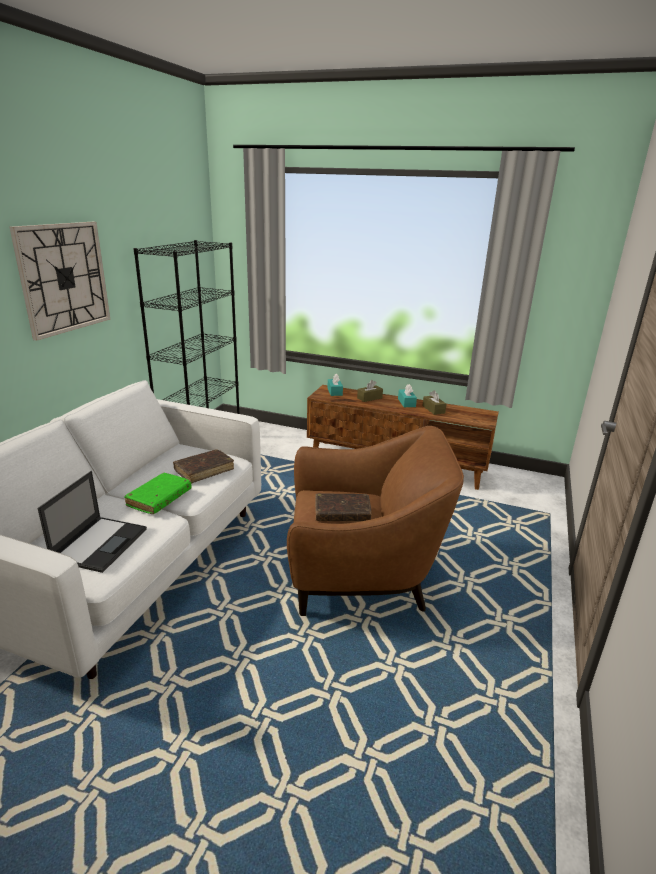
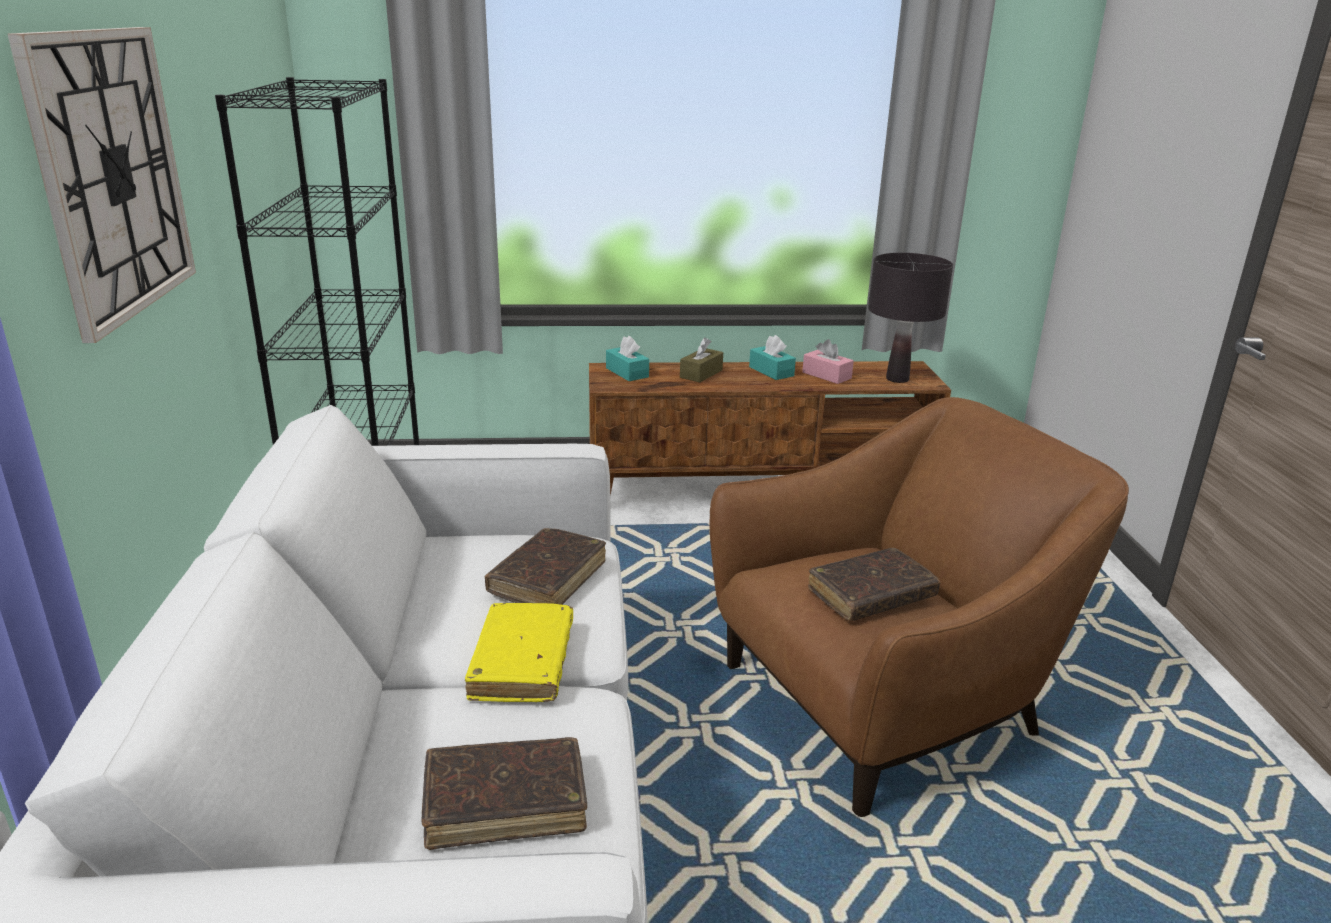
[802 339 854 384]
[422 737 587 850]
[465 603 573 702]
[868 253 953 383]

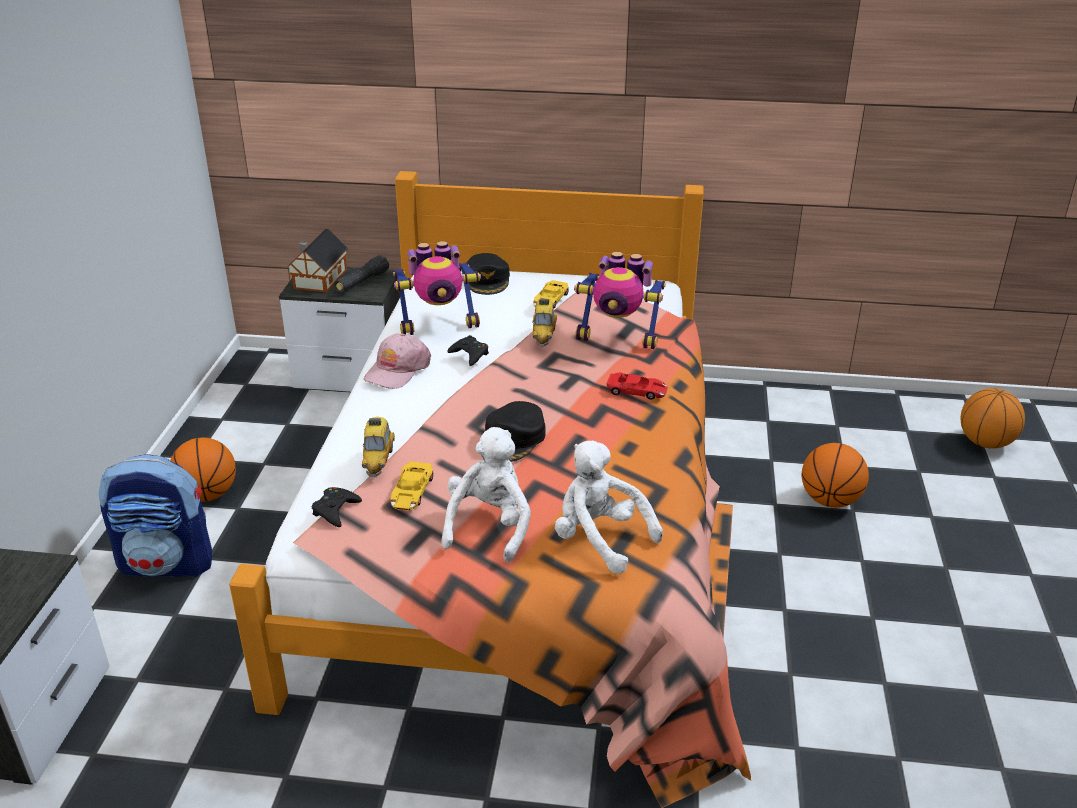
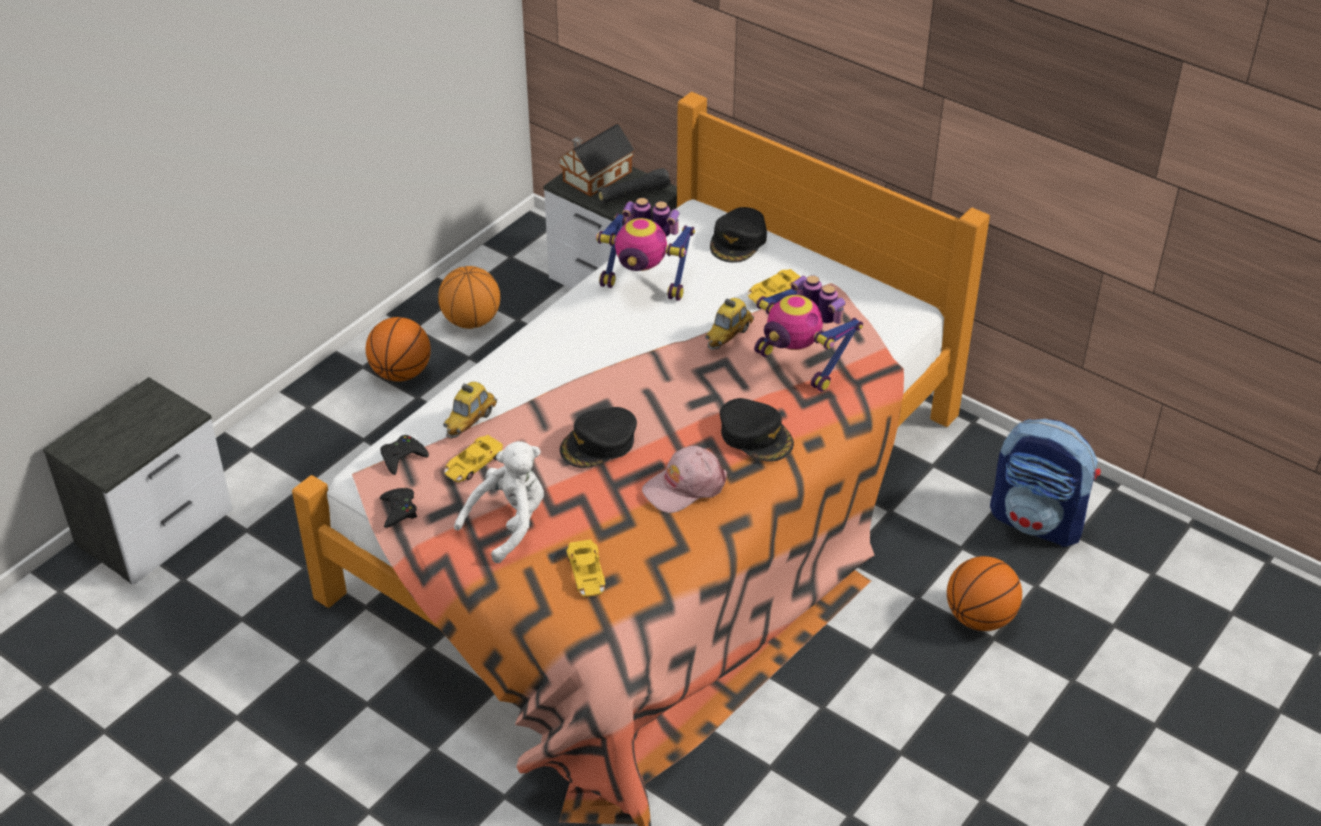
[642 446 727 513]
[380 488 417 528]
[720 398 794 462]
[438 266 500 329]
[566 539 605 597]
[990 419 1100 547]

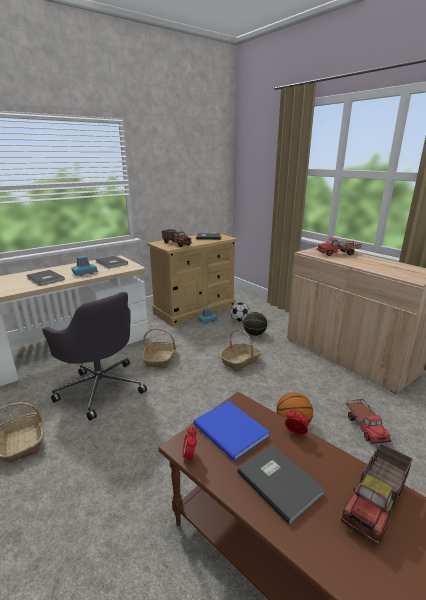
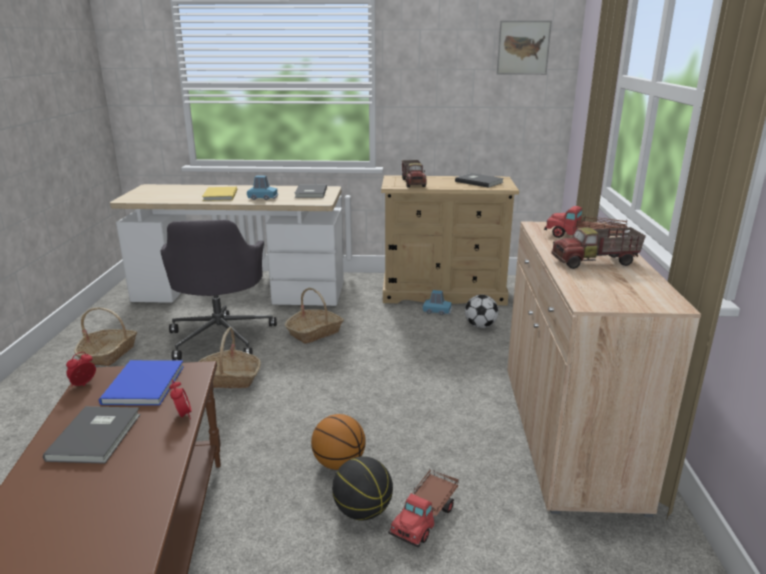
[202 187 237 201]
[332 456 393 520]
[198 327 261 388]
[551 227 646 269]
[496 20 552 75]

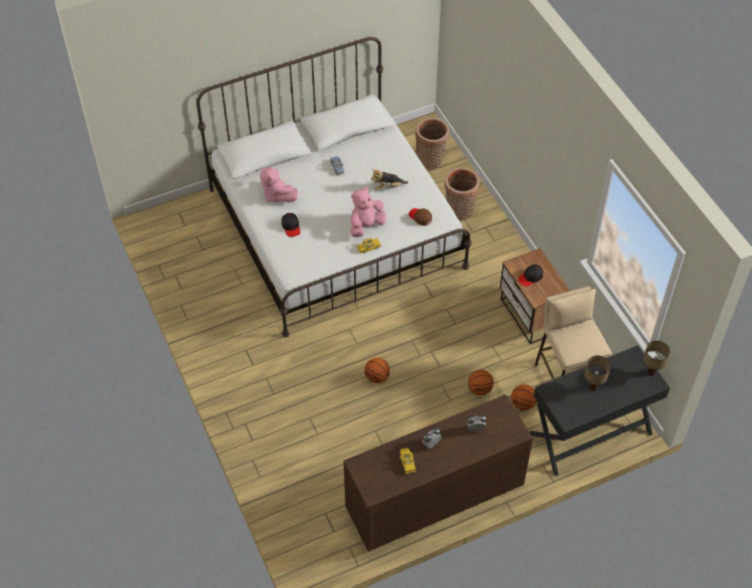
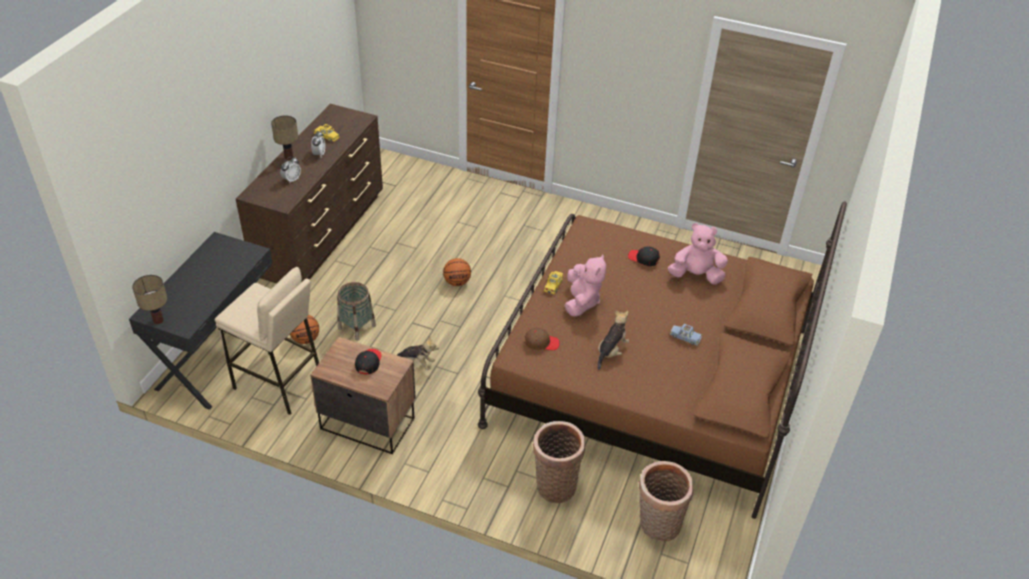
[478 201 847 519]
[271 115 298 160]
[337 282 376 341]
[397 337 439 370]

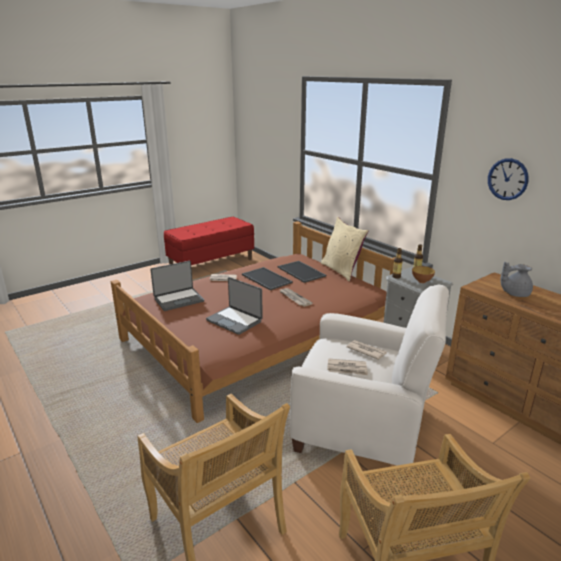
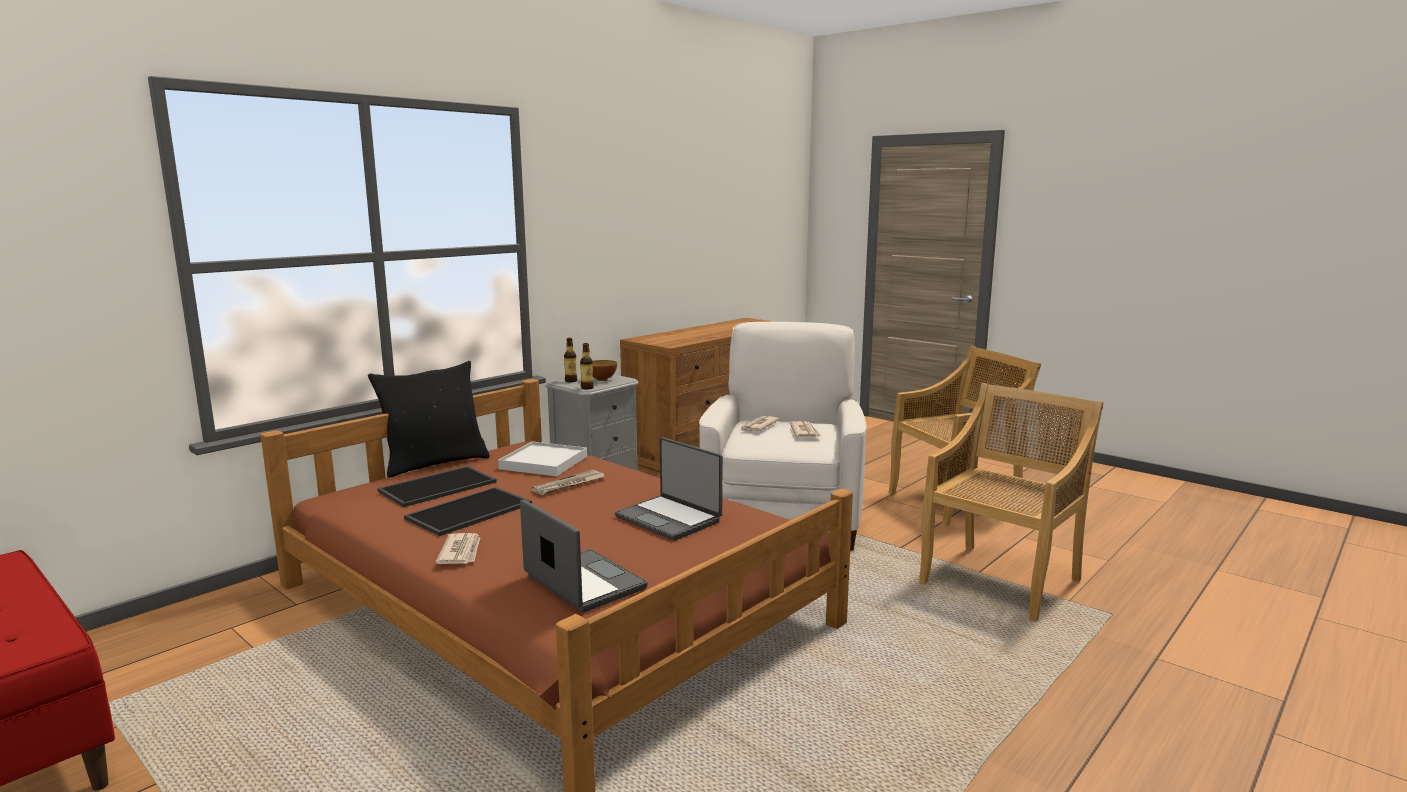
[488 158 529 200] (first image)
[368 361 490 478]
[500 262 533 297] (first image)
[615 437 723 541]
[498 441 587 476]

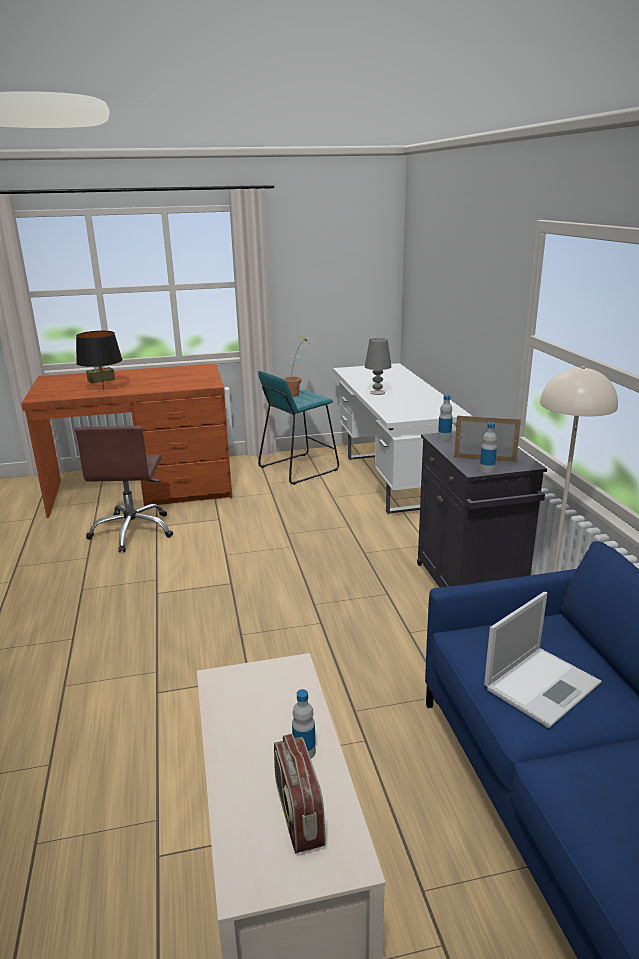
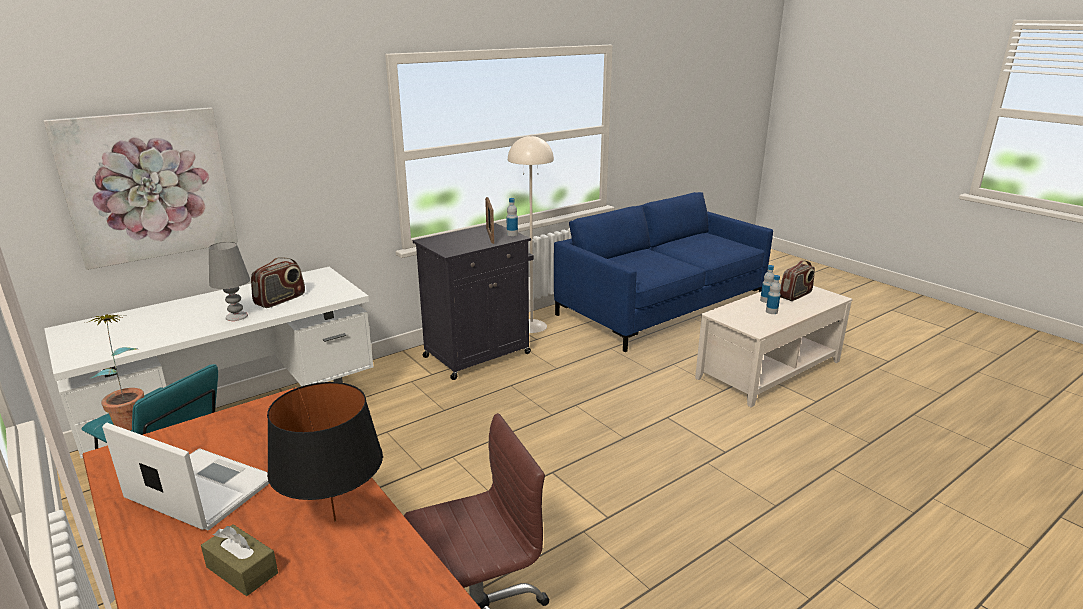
[766 275 781 314]
[102 423 269 531]
[43 107 238 270]
[251 258 305 308]

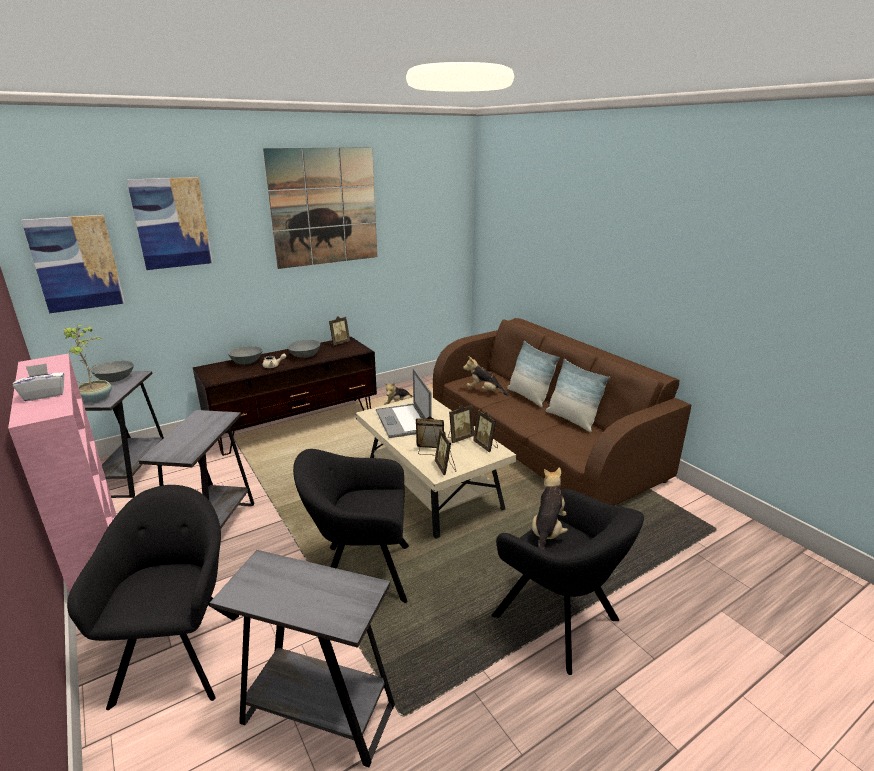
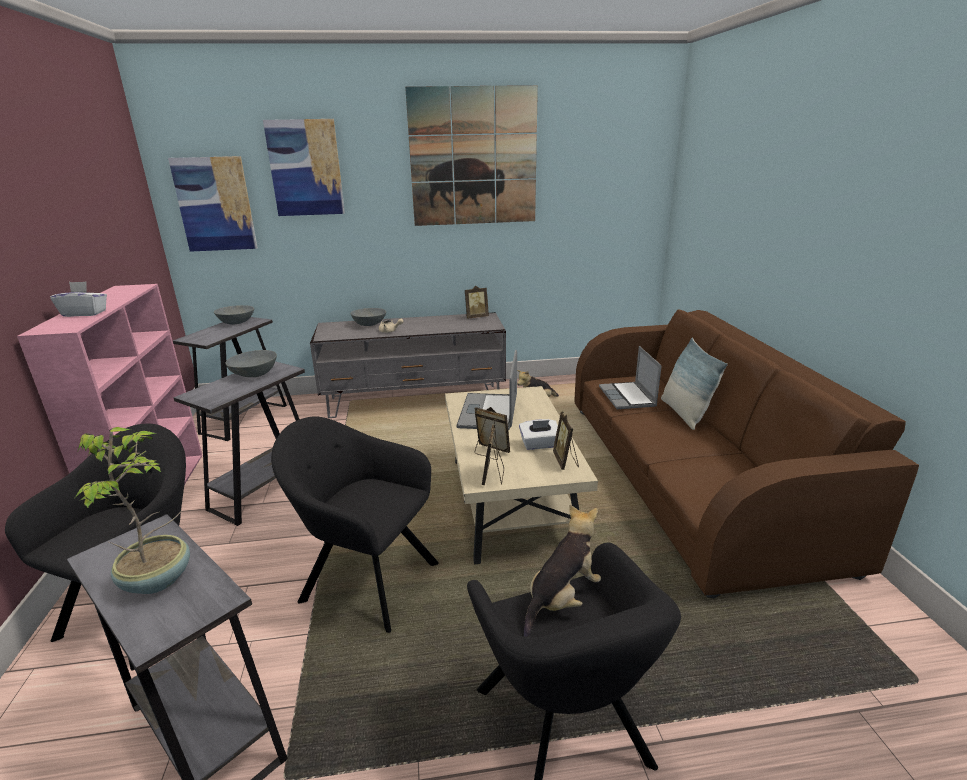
[73 427 190 594]
[310 312 506 418]
[225 350 277 377]
[599 346 662 409]
[546 359 610 432] (first image)
[519 419 558 450]

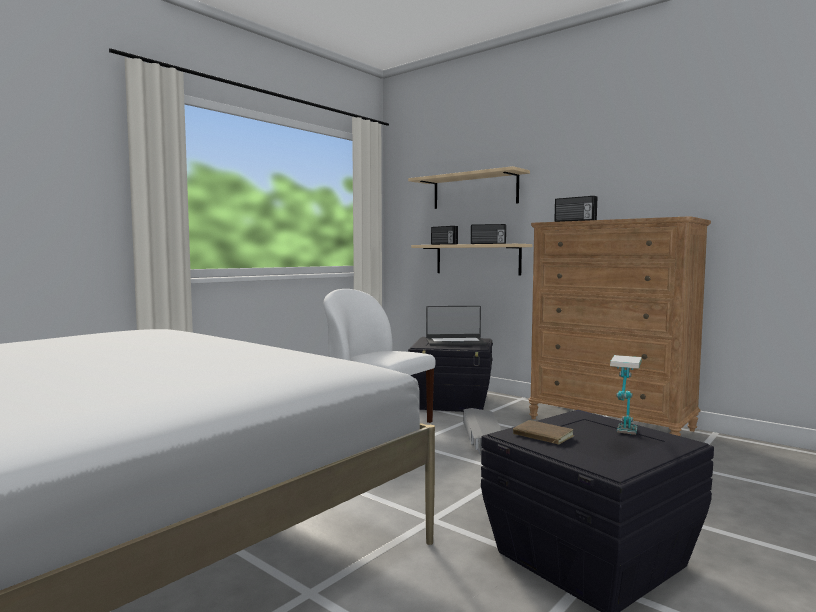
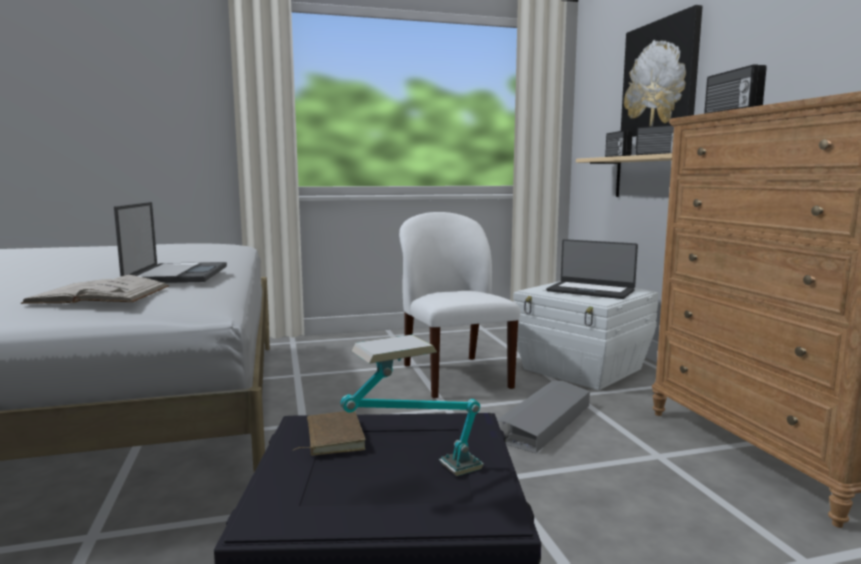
[621 5 702 137]
[513 281 659 390]
[114 202 227 283]
[21 275 169 304]

